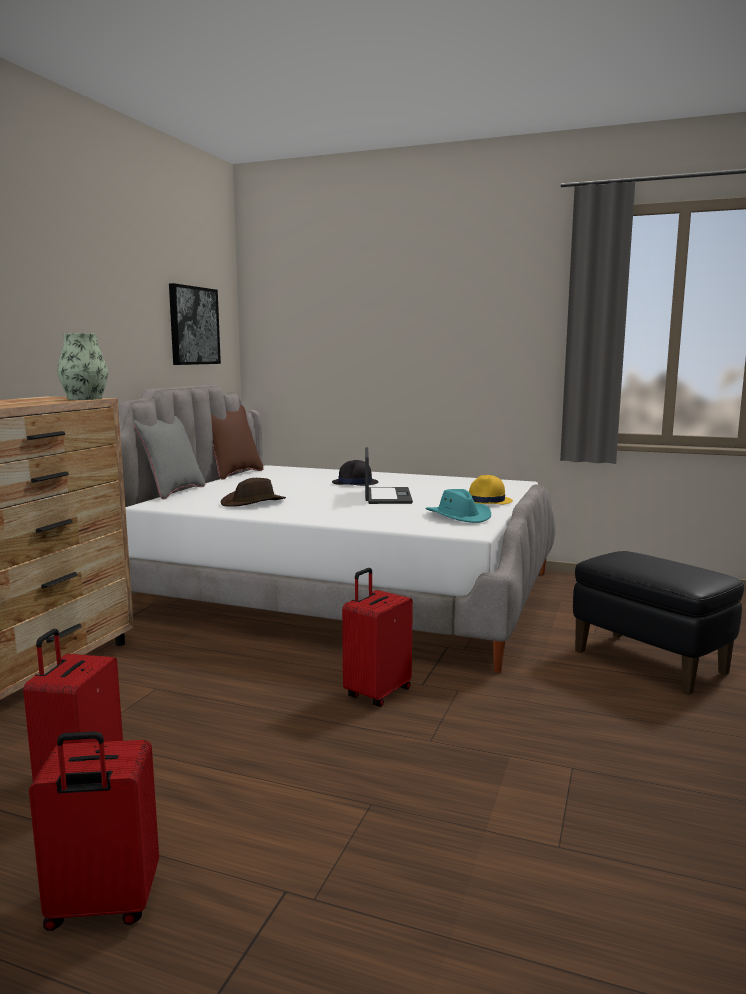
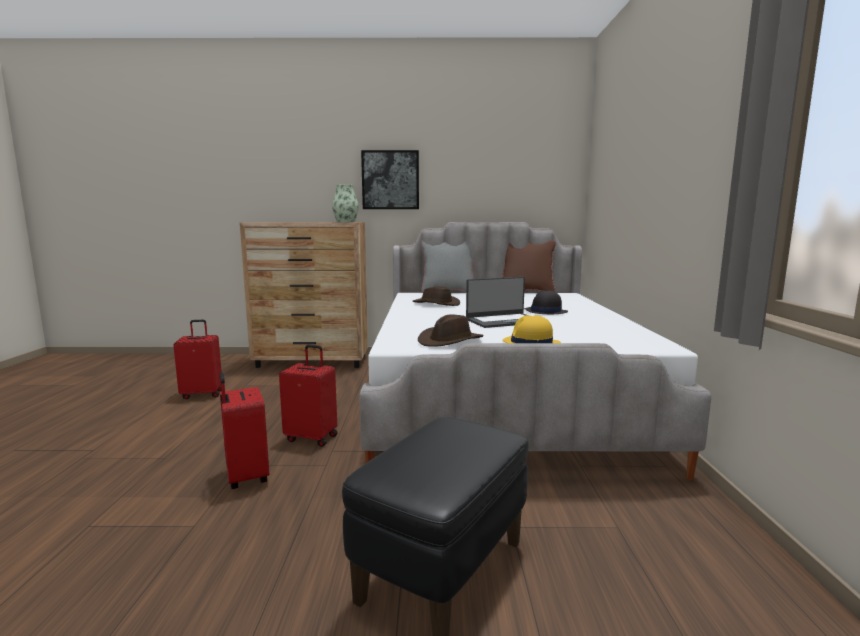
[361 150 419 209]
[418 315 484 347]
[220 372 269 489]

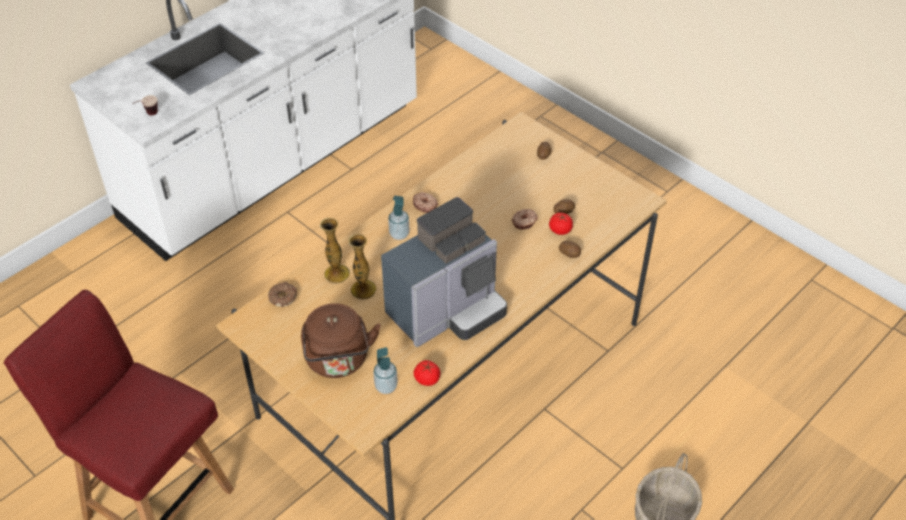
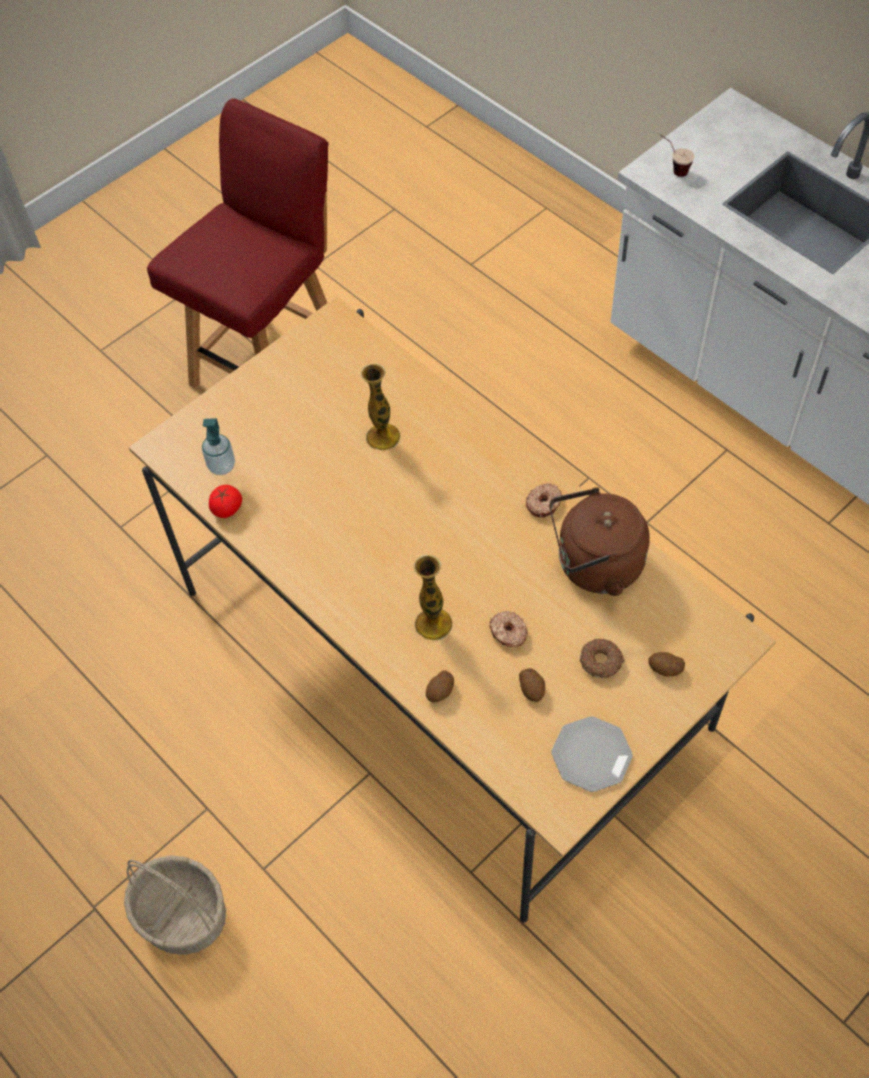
[388 196 409 240] (first image)
[381 197 507 347] (first image)
[549 212 573 235] (first image)
[414 555 452 640]
[580 639 625 678]
[549 487 650 596]
[552 716 633 792]

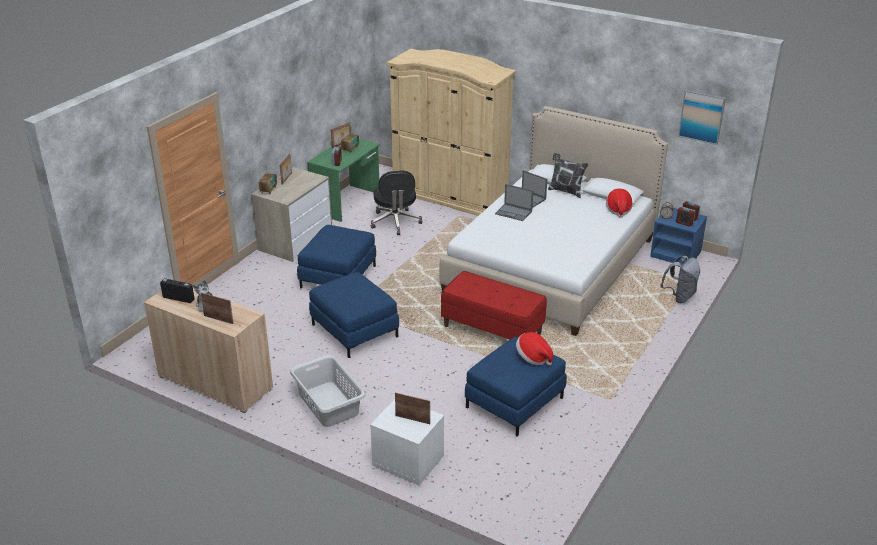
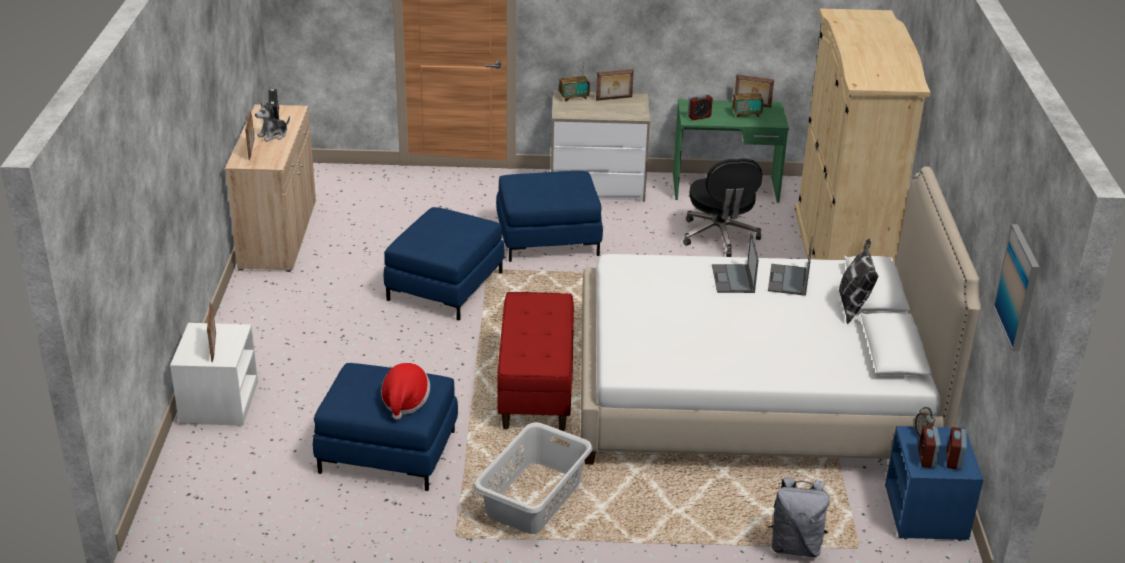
[683 159 762 257]
[606 189 633 218] (first image)
[474 422 593 534]

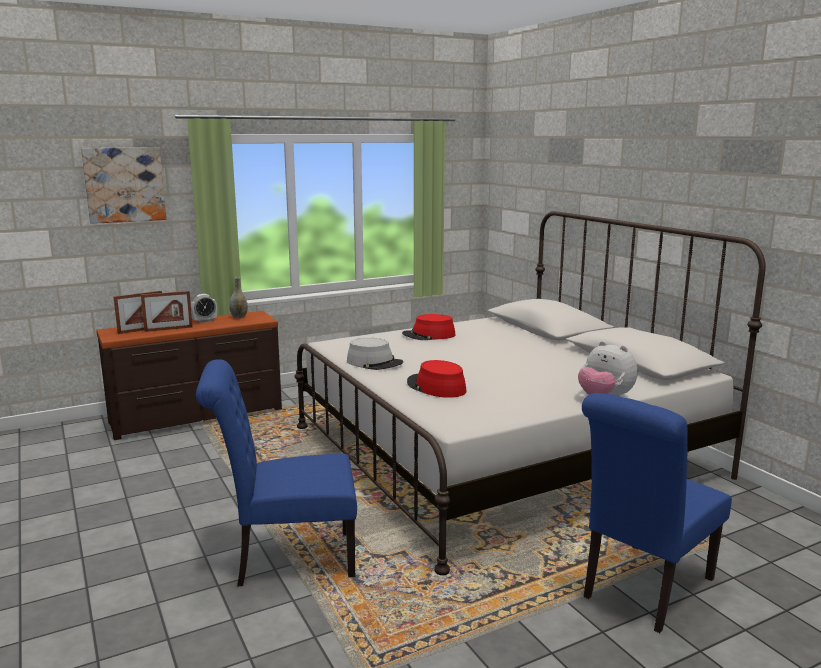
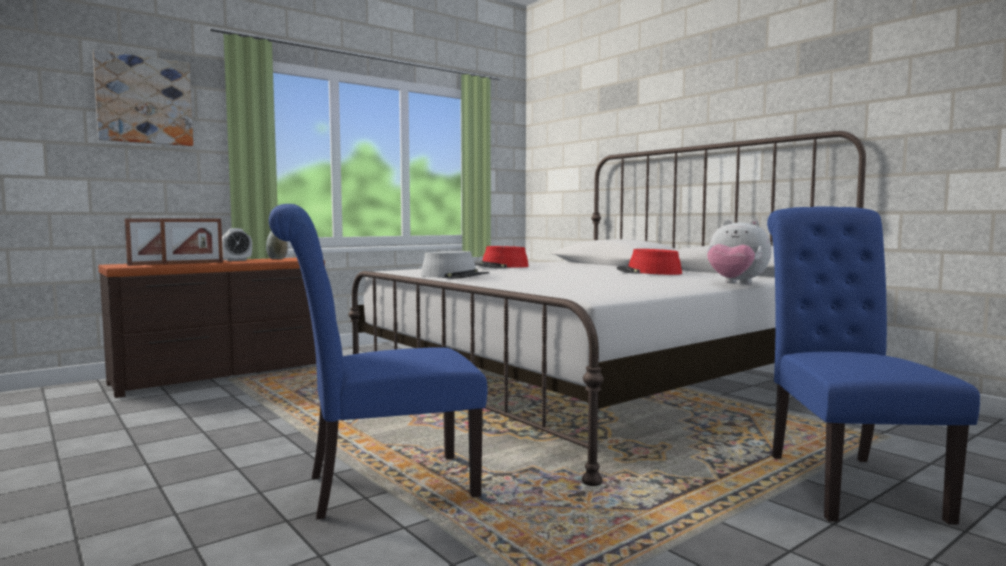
[617 249 682 275]
[767 206 980 525]

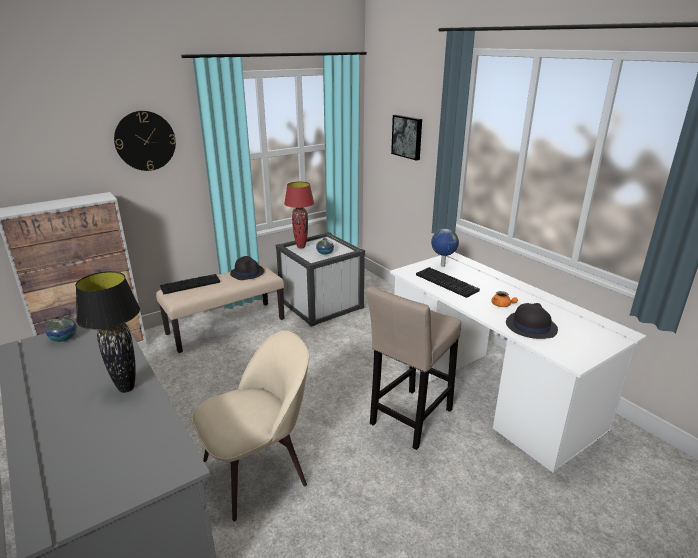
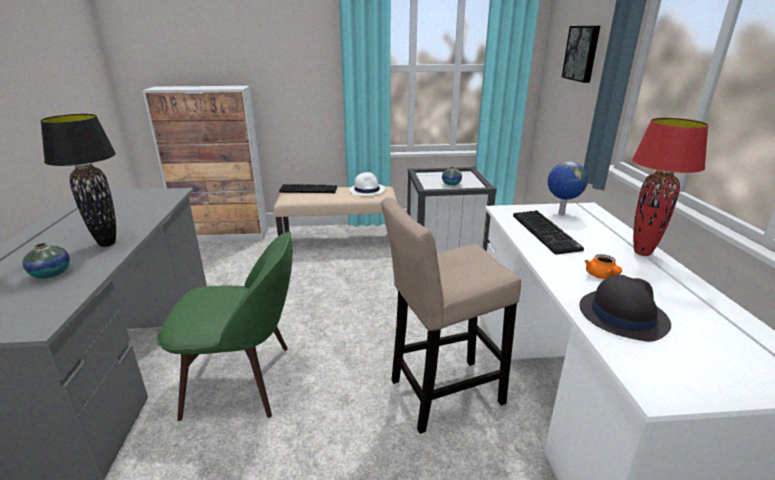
[114 111 176 171] (first image)
[632 118 709 256]
[349 172 385 196]
[23 243 70 279]
[157 231 293 421]

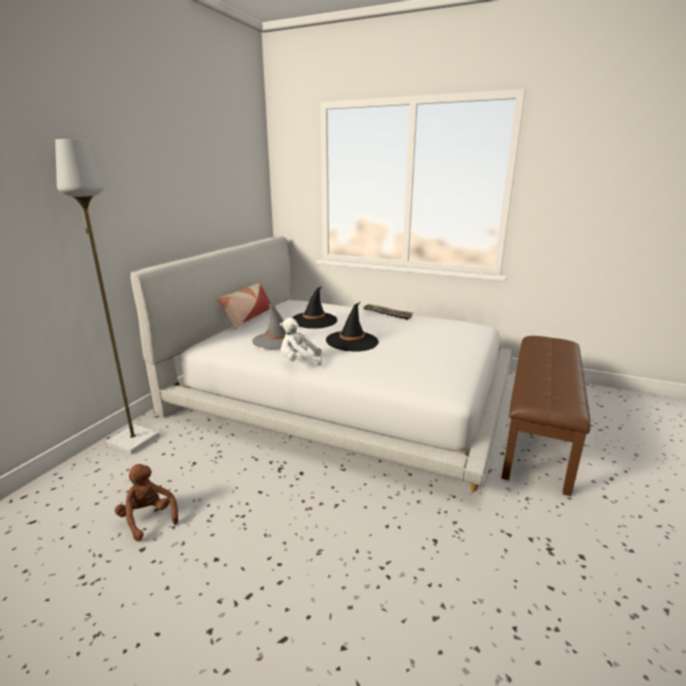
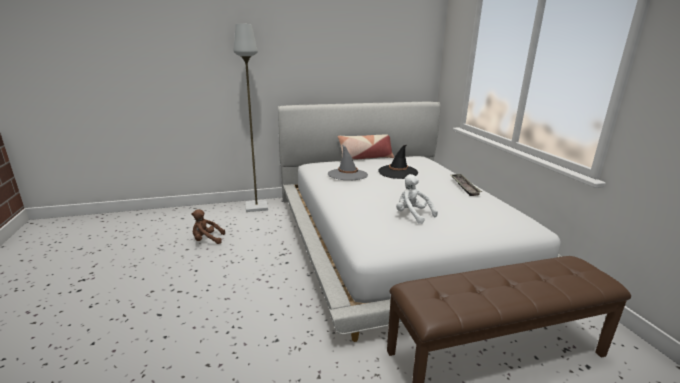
[326 302 379 352] (first image)
[396 174 438 224]
[191 209 225 244]

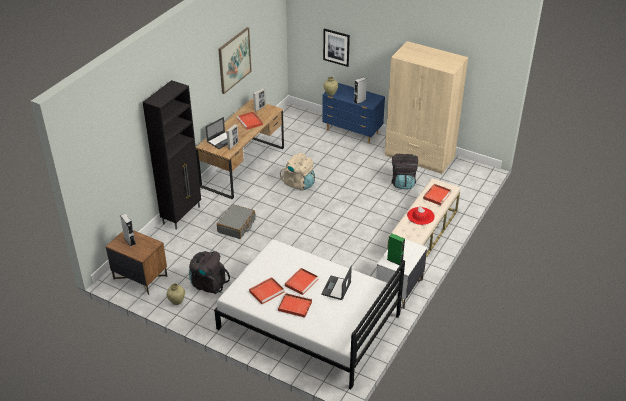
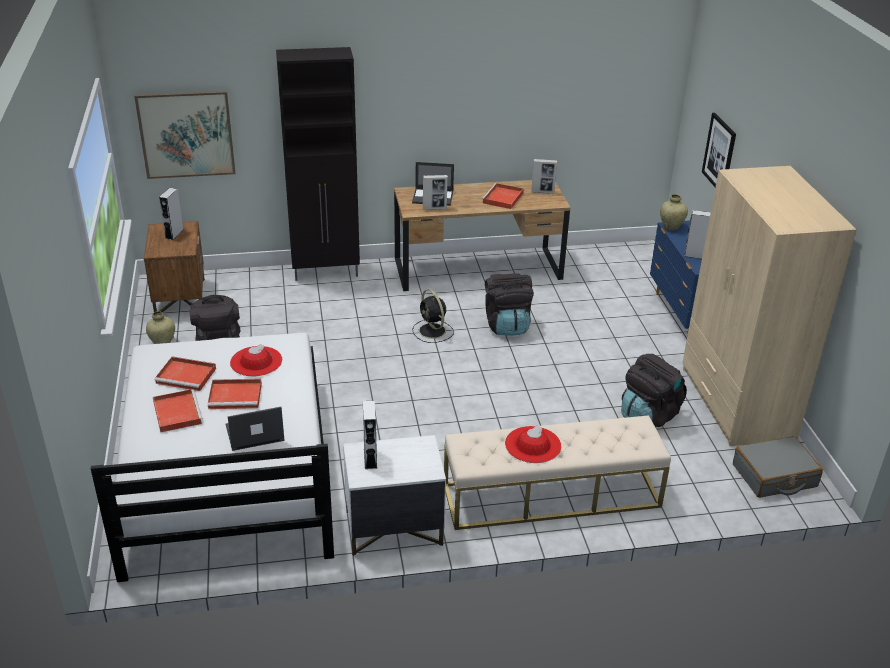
[134 91 235 179]
[485 273 534 335]
[423 184 452 206] (first image)
[733 436 823 498]
[363 401 377 469]
[412 289 454 343]
[230 344 282 376]

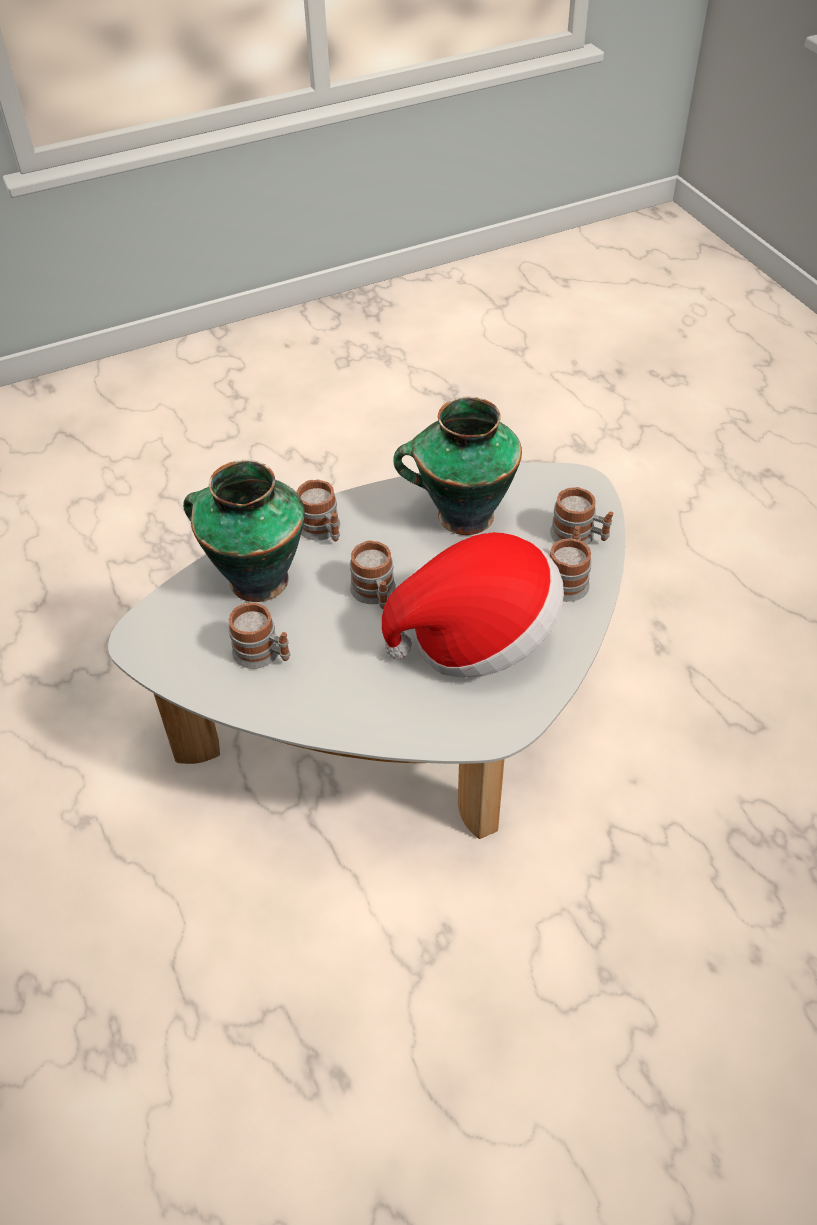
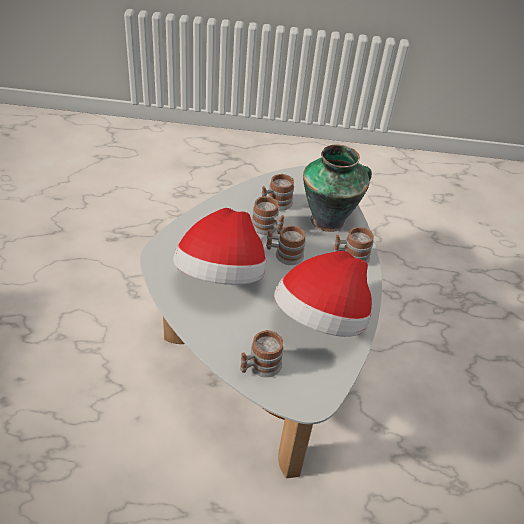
[274 251 372 337]
[252 196 284 235]

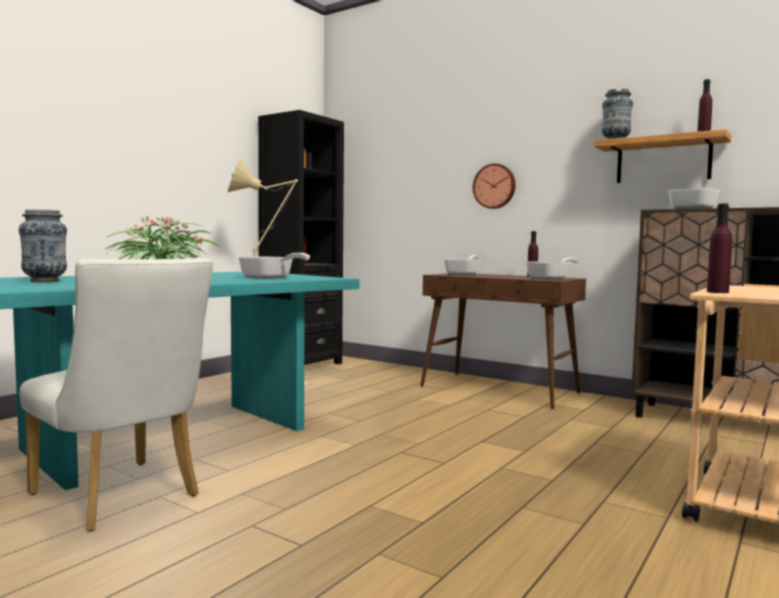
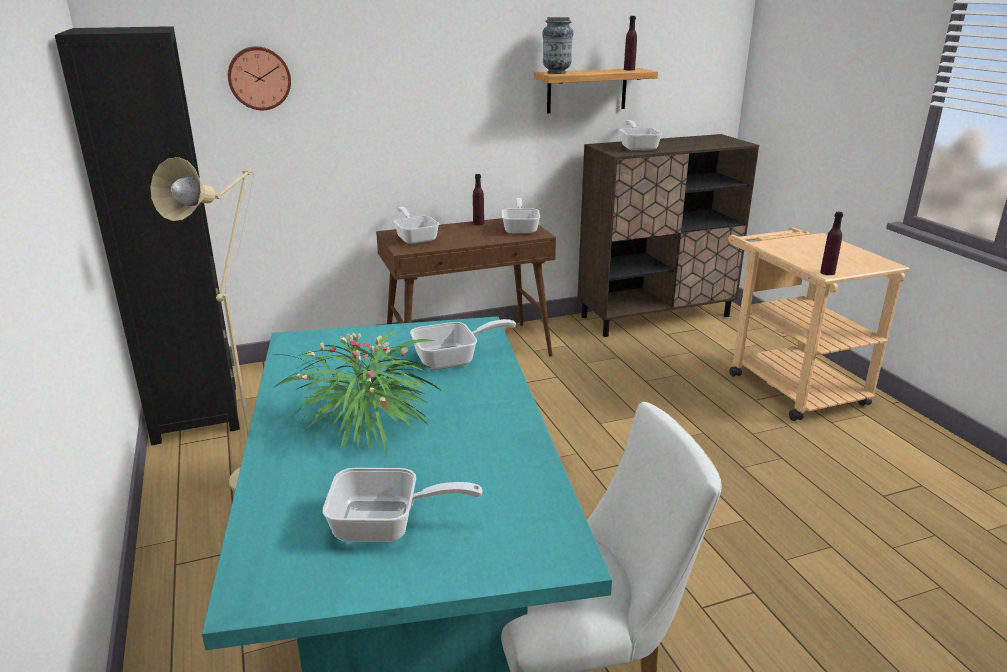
[228 47 291 110]
[323 468 483 542]

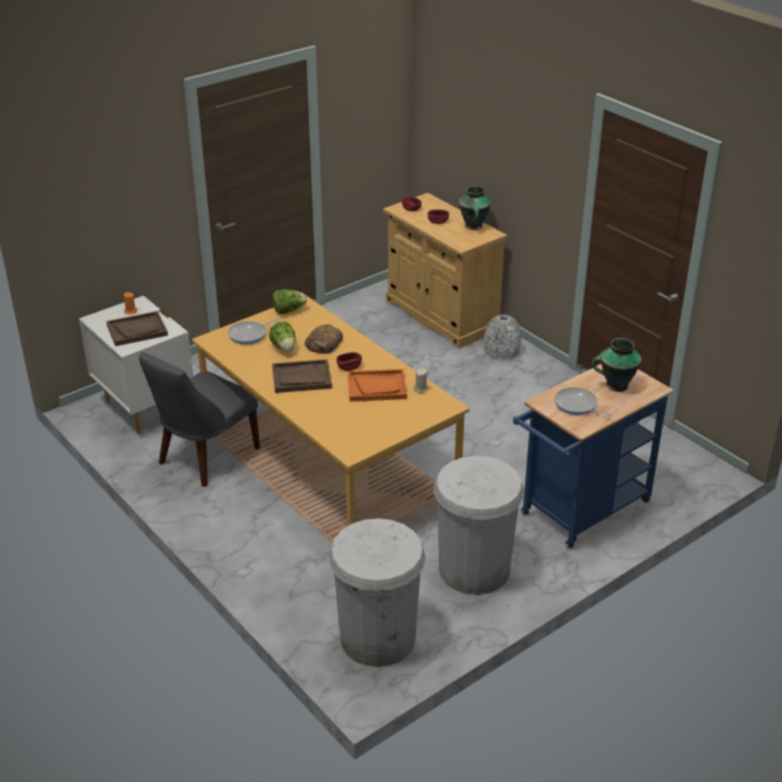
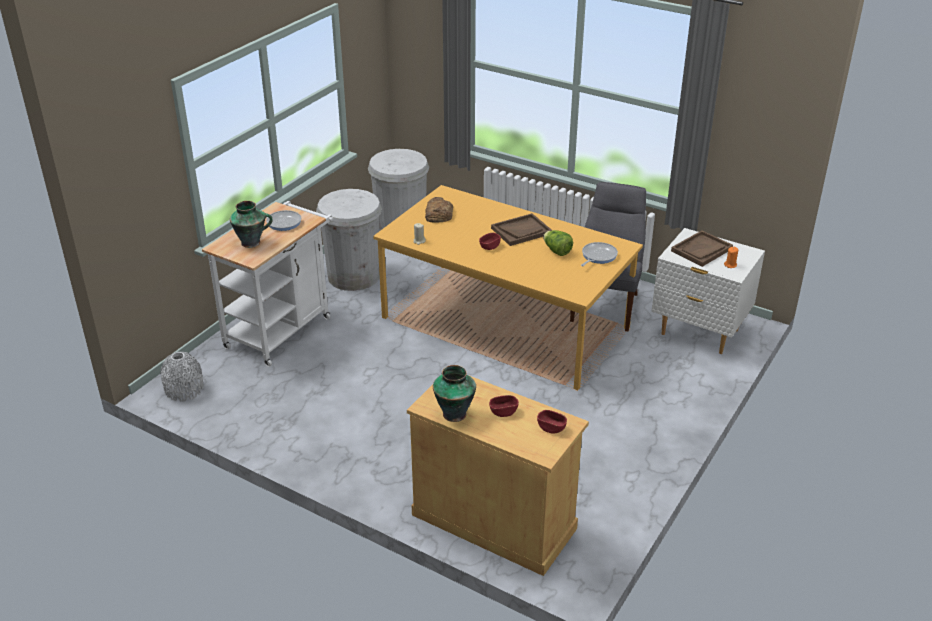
[273 289 307 314] (first image)
[160 352 204 402]
[425 197 453 223]
[202 201 333 367]
[348 369 407 402] (first image)

